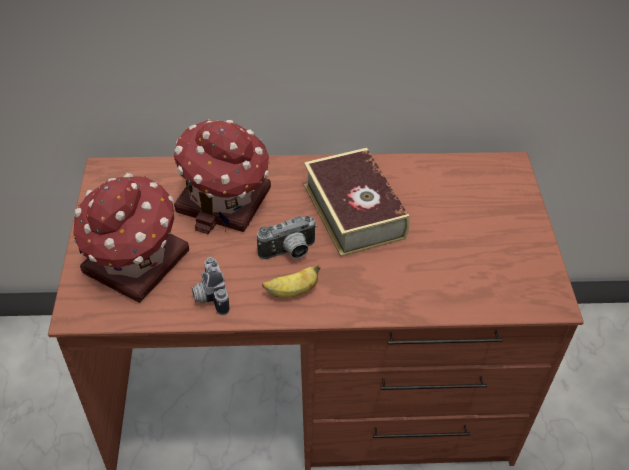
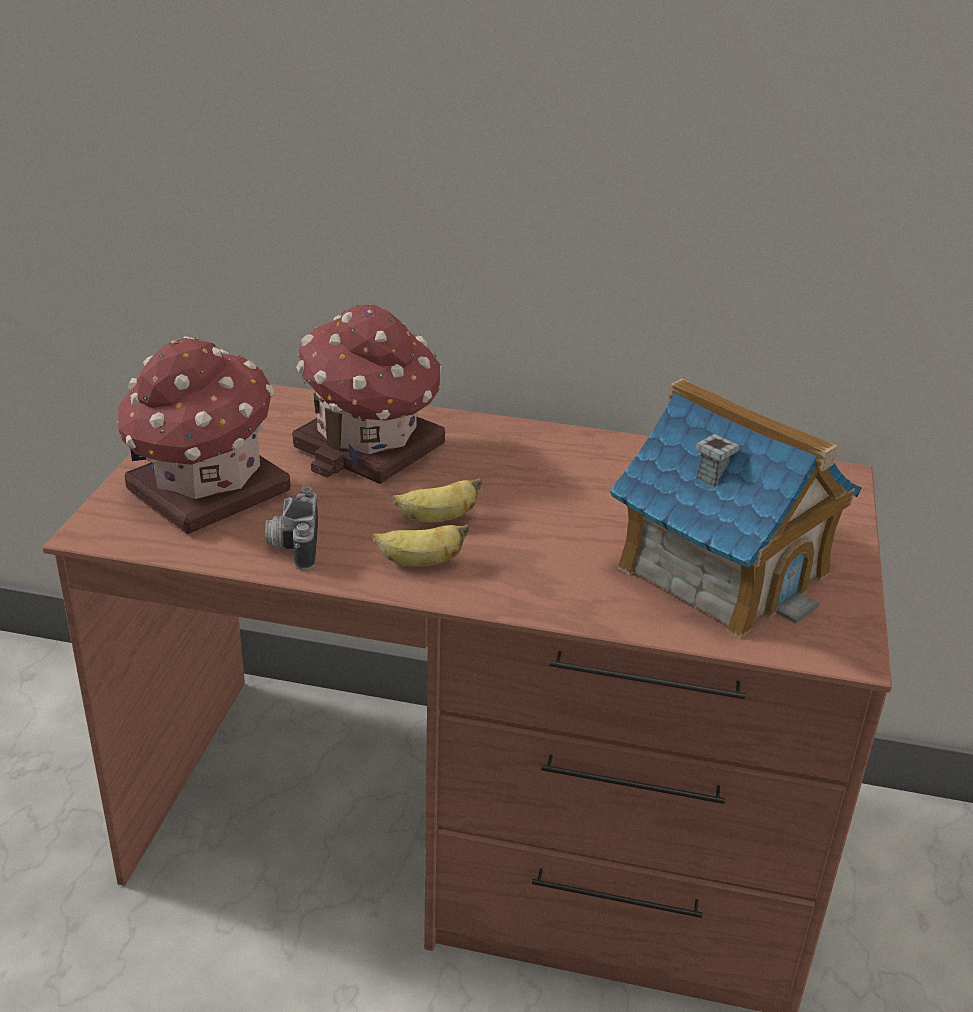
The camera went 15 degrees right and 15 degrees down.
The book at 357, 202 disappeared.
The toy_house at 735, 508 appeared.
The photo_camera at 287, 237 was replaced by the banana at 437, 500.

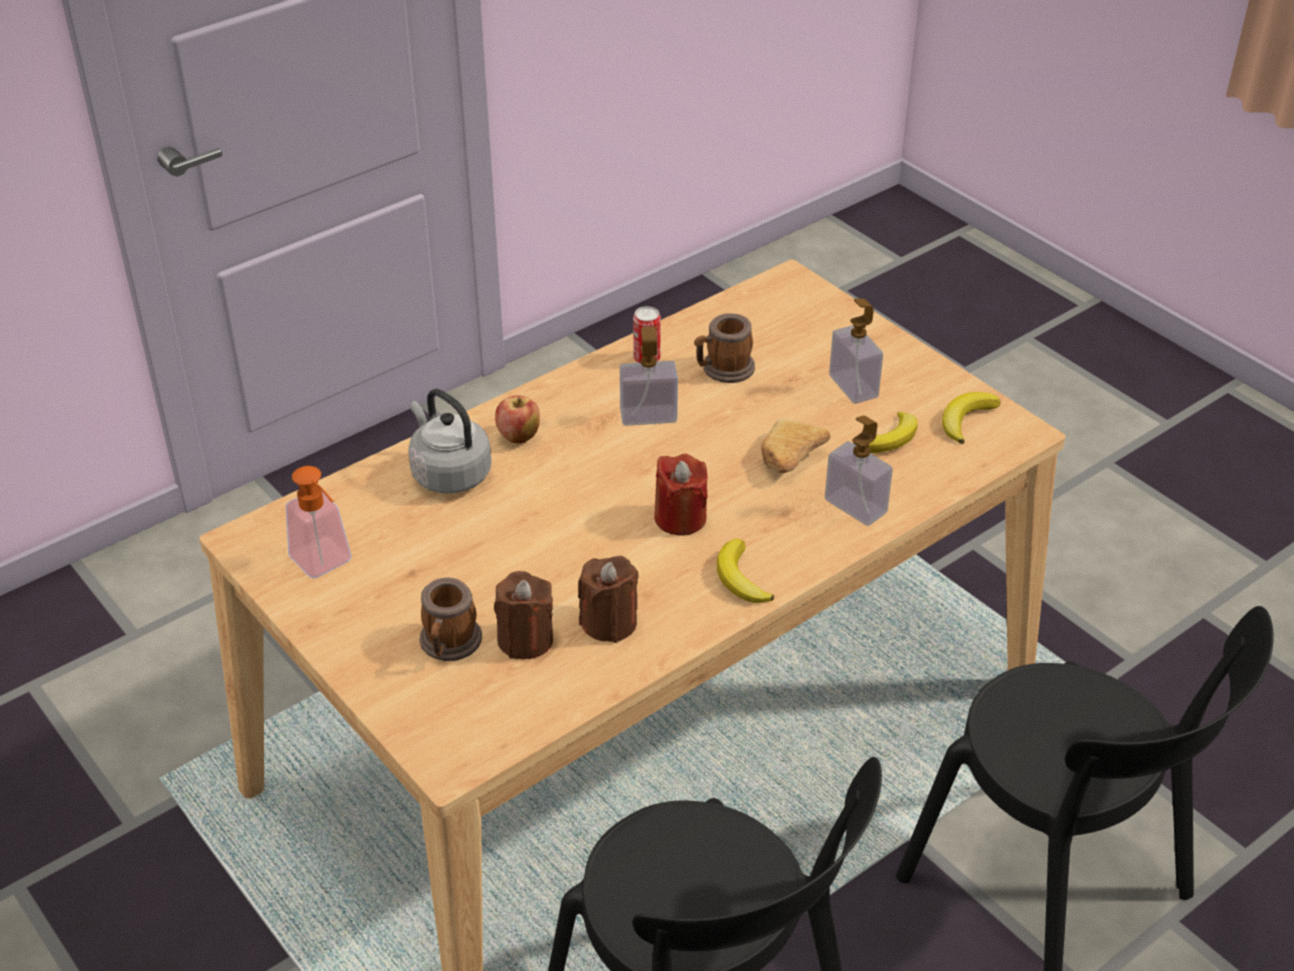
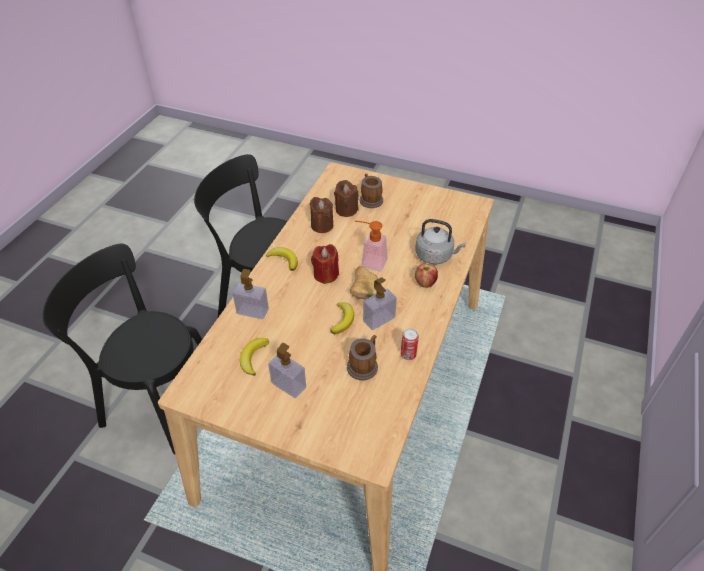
The camera went 150 degrees right and 5 degrees up.
The soap_dispenser moved from 319, 522 to 371, 246.
The bread moved from 795, 446 to 364, 283.
The banana moved from 971, 418 to 342, 318.

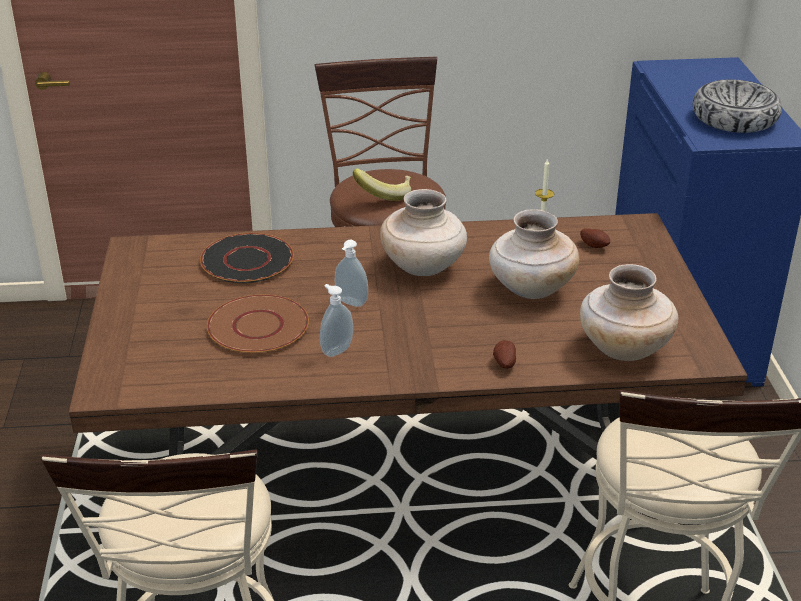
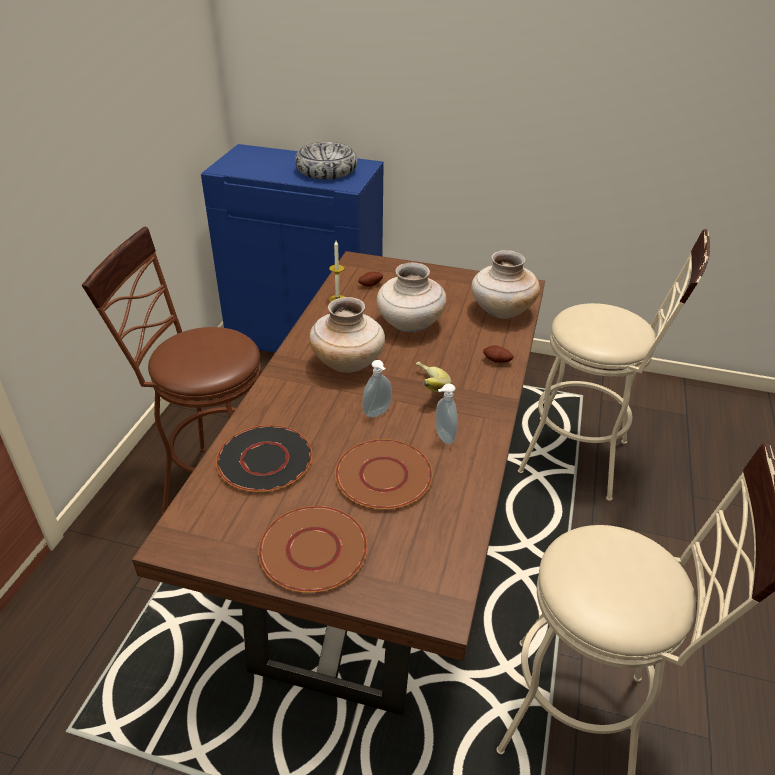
The camera went 70 degrees left and 5 degrees up.
The brown_plate at 312, 549 appeared.
The banana moved from 382, 184 to 434, 377.

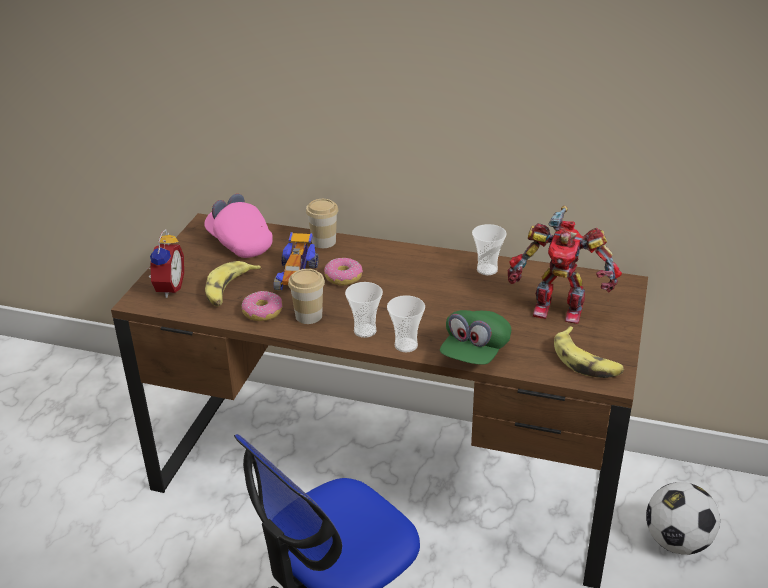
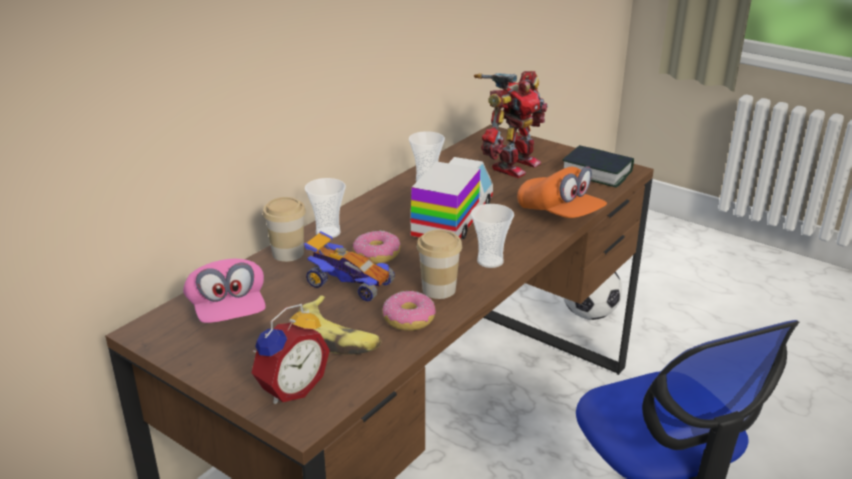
The camera went 70 degrees left and 5 degrees down.
The toy_truck at 451, 198 appeared.
The cup moved from 406, 323 to 325, 208.
The banana at 589, 352 was replaced by the book at 598, 166.
The green_cap at 475, 337 became the orange_cap at 562, 192.
The alarm_clock at 164, 263 turned 105 degrees clockwise.
The pink_cap at 238, 226 turned 90 degrees counterclockwise.

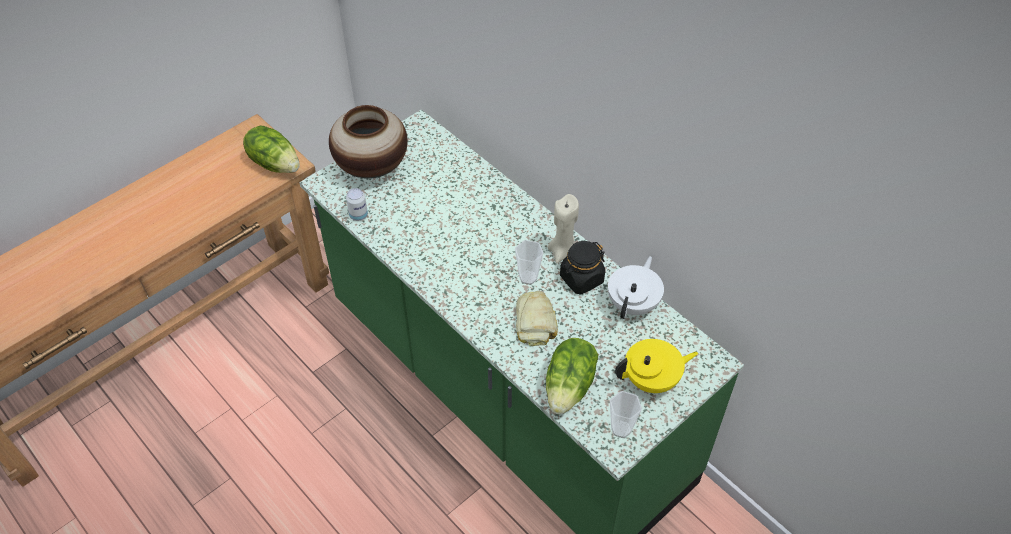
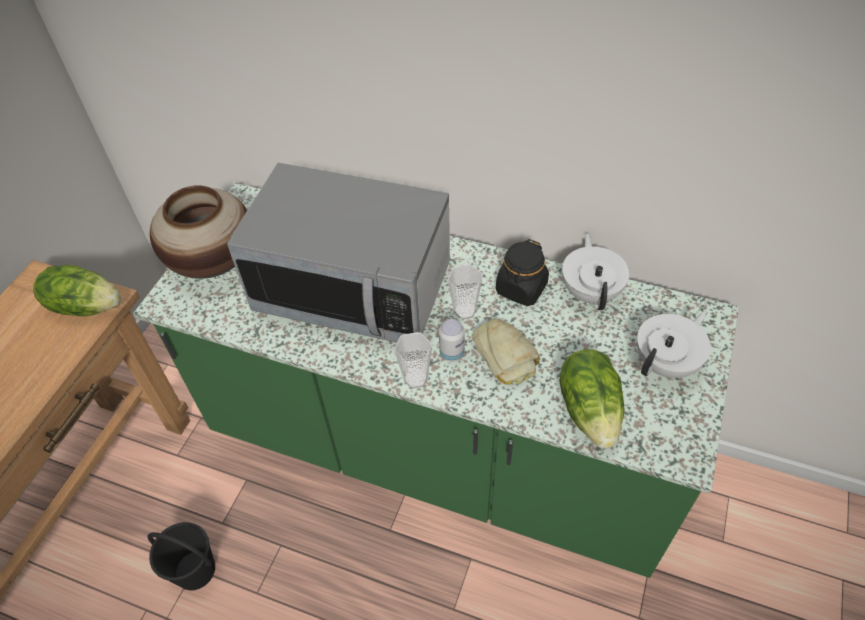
The camera went 25 degrees left and 0 degrees up.
The beige_candle at 563, 228 disappeared.
The black_bucket at 181, 556 appeared.
The microwave at 338, 252 appeared.
The can moved from 357, 204 to 452, 340.
The cup moved from 626, 414 to 413, 360.
The yellow_teapot at 656, 366 became the white_teapot at 674, 344.

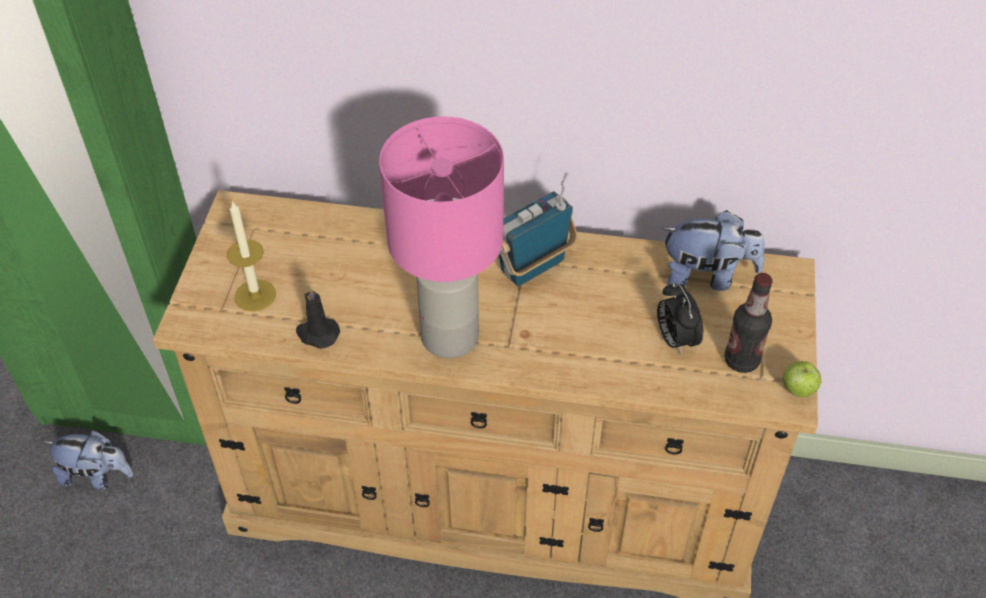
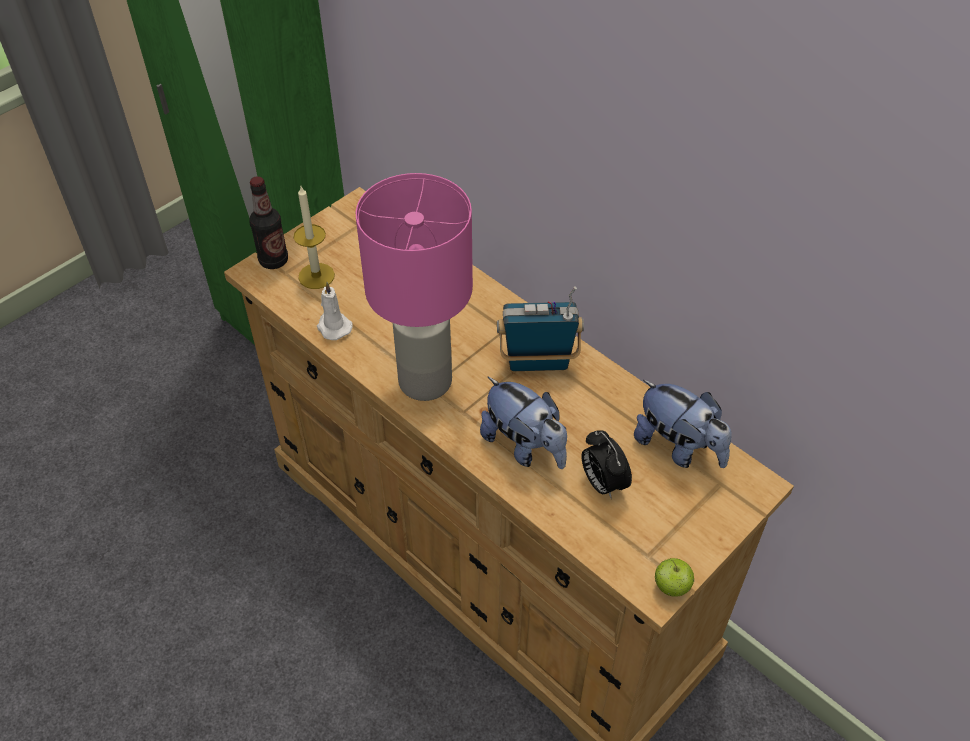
The camera went 35 degrees right and 0 degrees up.
The plush_toy moved from 88, 460 to 523, 423.
The bottle moved from 748, 323 to 268, 222.
The black_candle at 318, 317 became the white_candle at 334, 311.
The alarm_clock at 680, 319 turned 45 degrees counterclockwise.

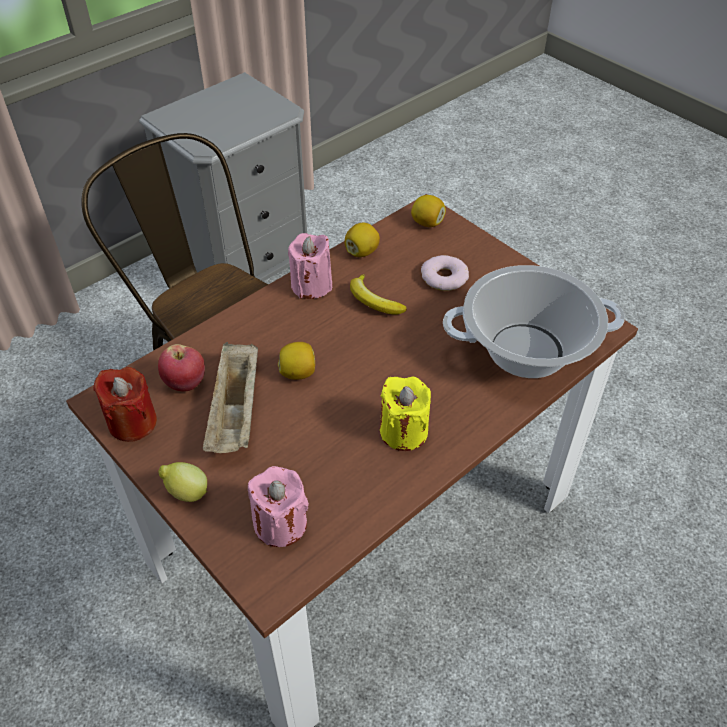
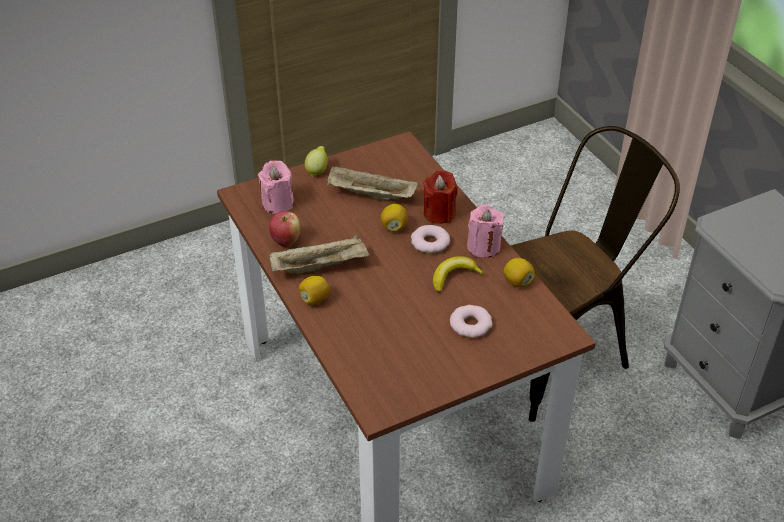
The camera went 105 degrees right and 5 degrees down.
The cooking_pot at 534, 321 disappeared.
The donut at 430, 239 appeared.
The red_candle moved from 125, 404 to 440, 197.
The apple moved from 181, 368 to 285, 229.
The lemon moved from 428, 211 to 314, 290.
The yellow_candle at 405, 414 was replaced by the beige_tray at 319, 255.

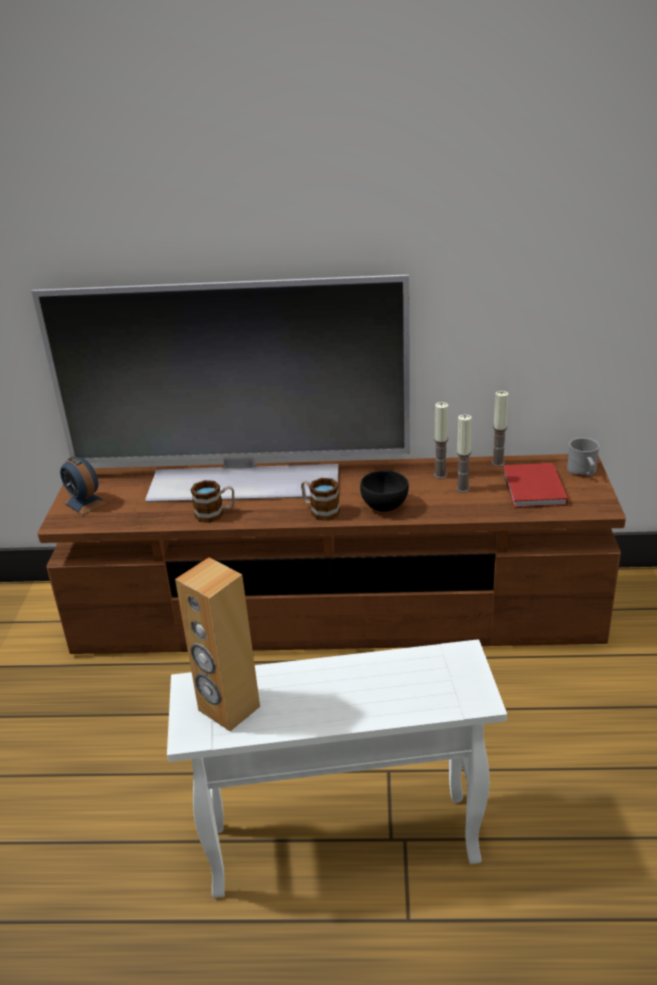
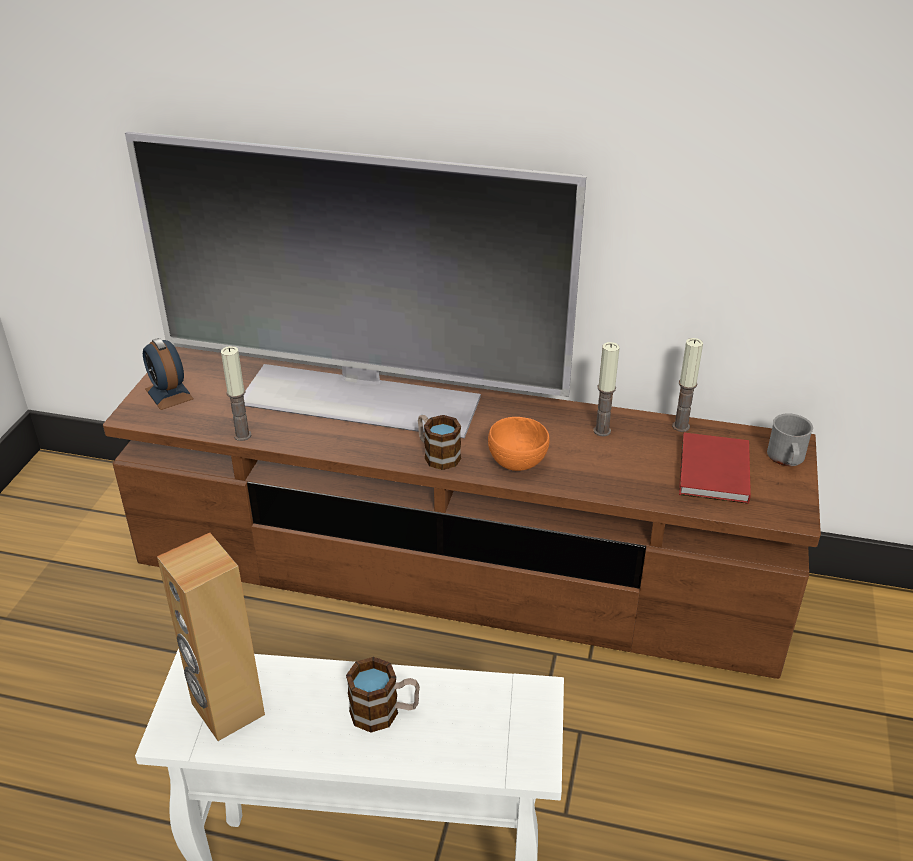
The camera went 10 degrees right and 5 degrees up.
The mug moved from 212, 501 to 383, 694.
The candle moved from 464, 453 to 236, 393.
The black_bowl at 384, 491 became the orange_bowl at 519, 444.

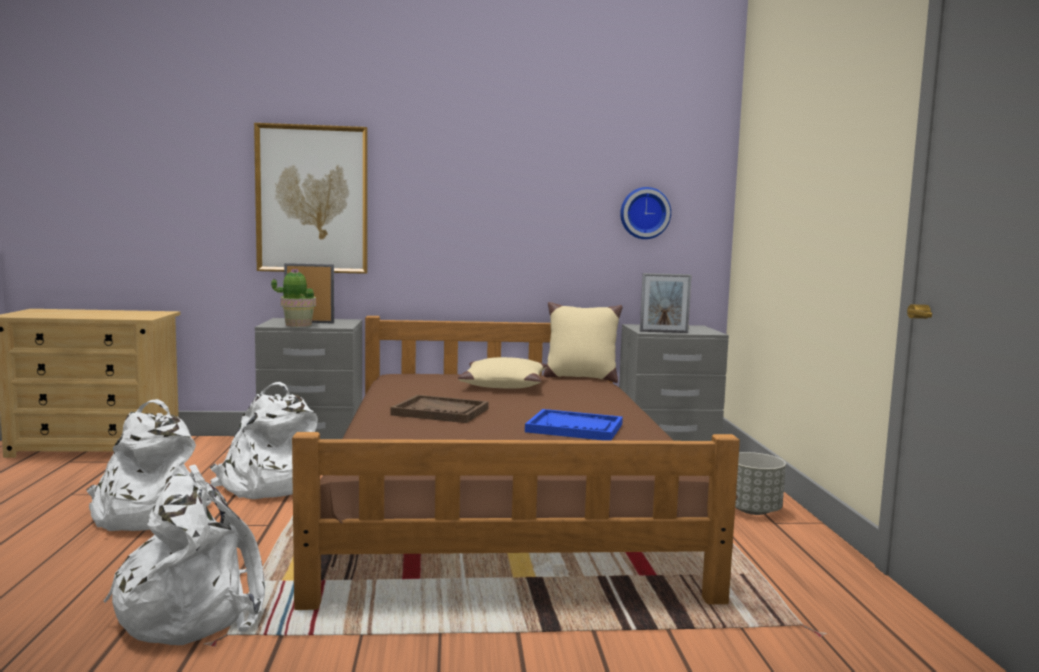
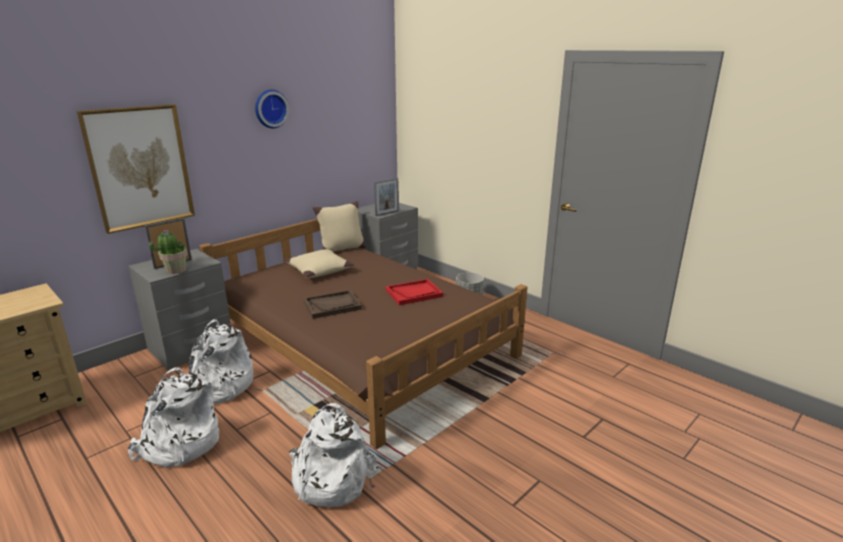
The camera went 40 degrees left and 15 degrees up.
The wall_clock moved from 645, 213 to 272, 108.
The blue_tray at 574, 425 became the red_tray at 414, 292.

